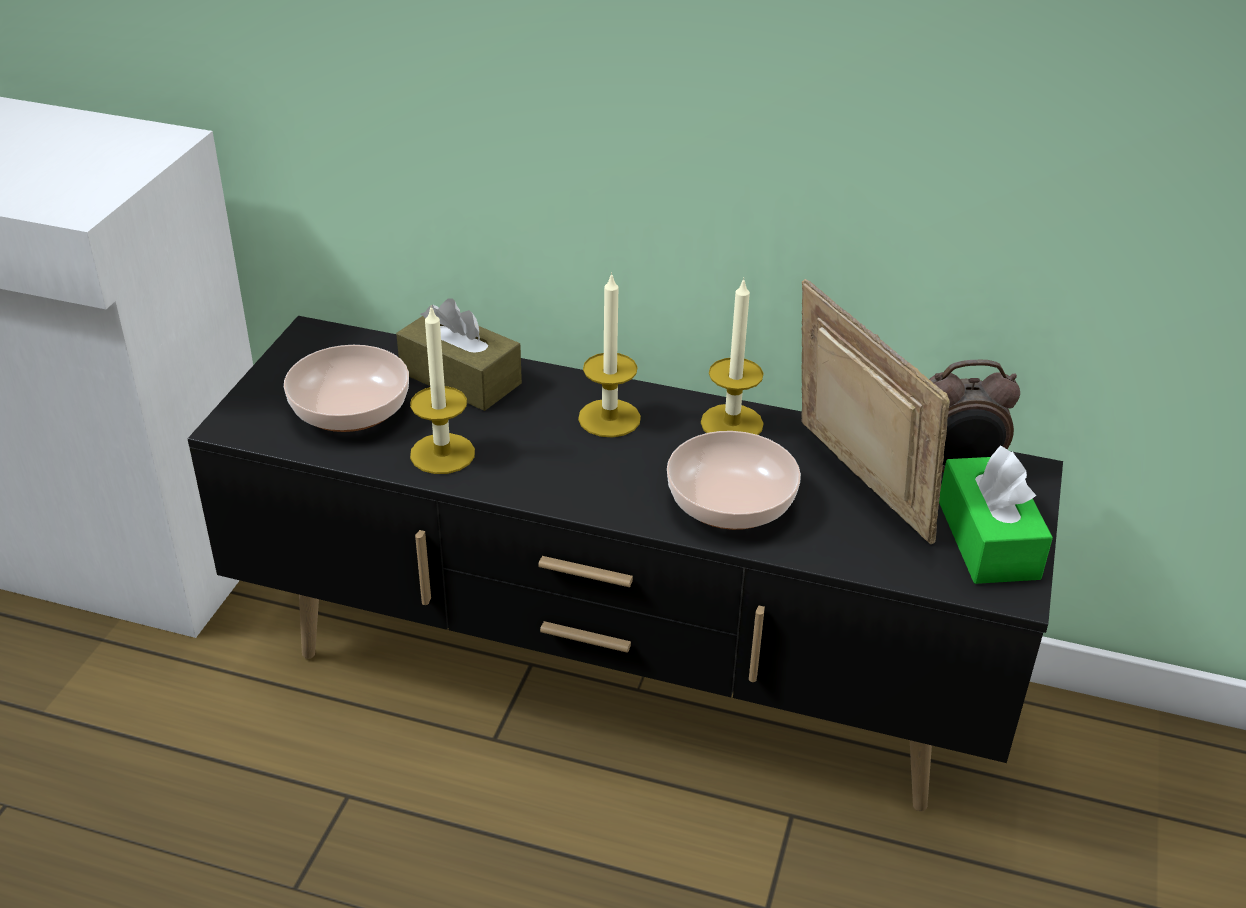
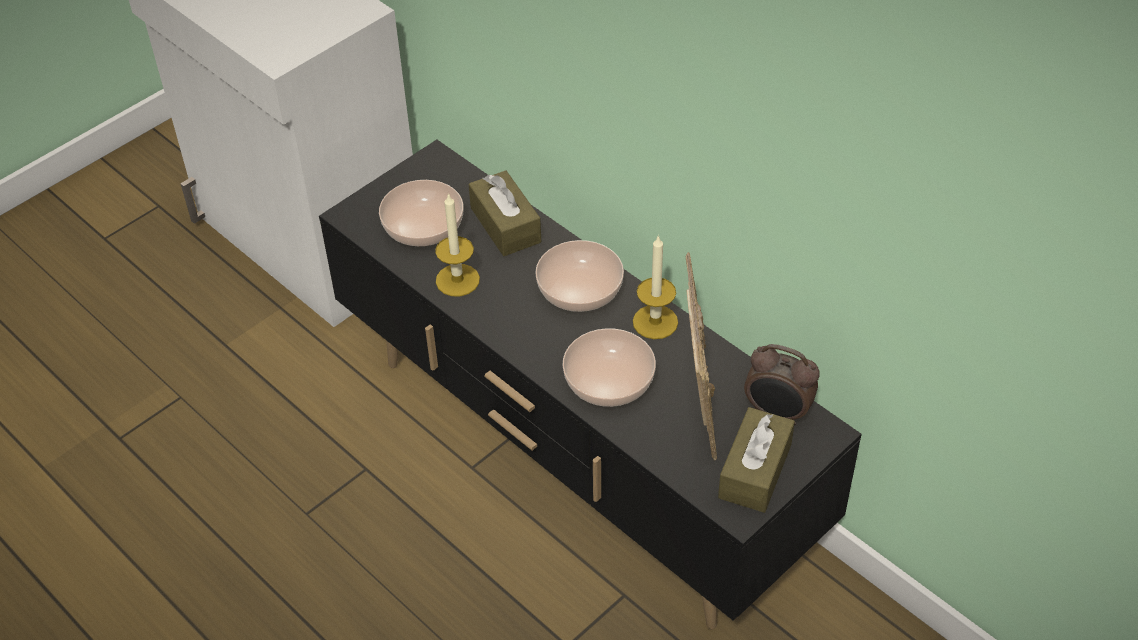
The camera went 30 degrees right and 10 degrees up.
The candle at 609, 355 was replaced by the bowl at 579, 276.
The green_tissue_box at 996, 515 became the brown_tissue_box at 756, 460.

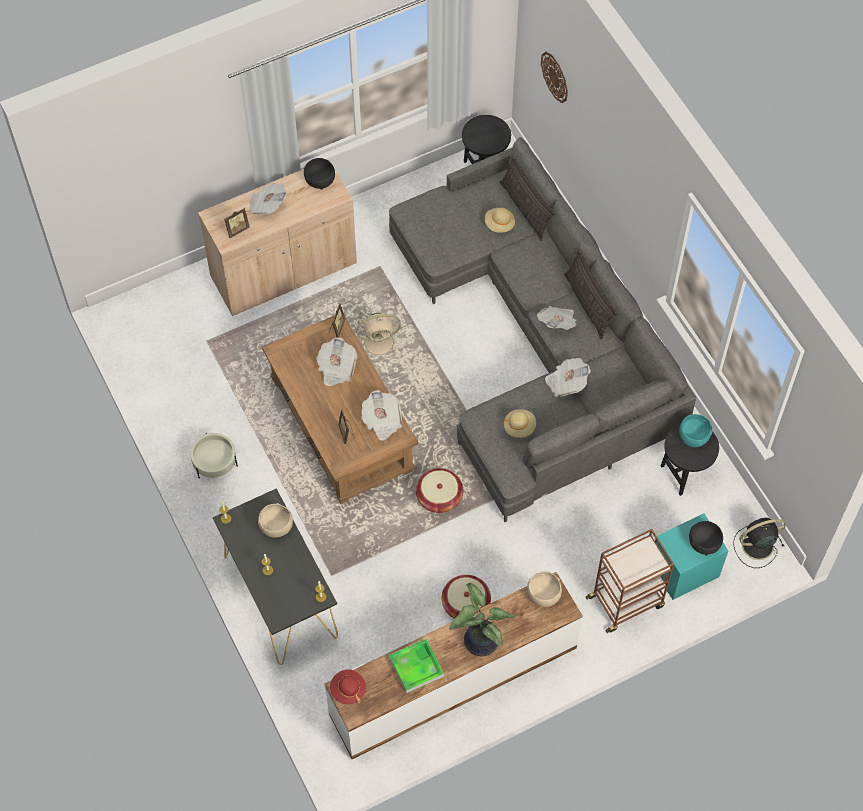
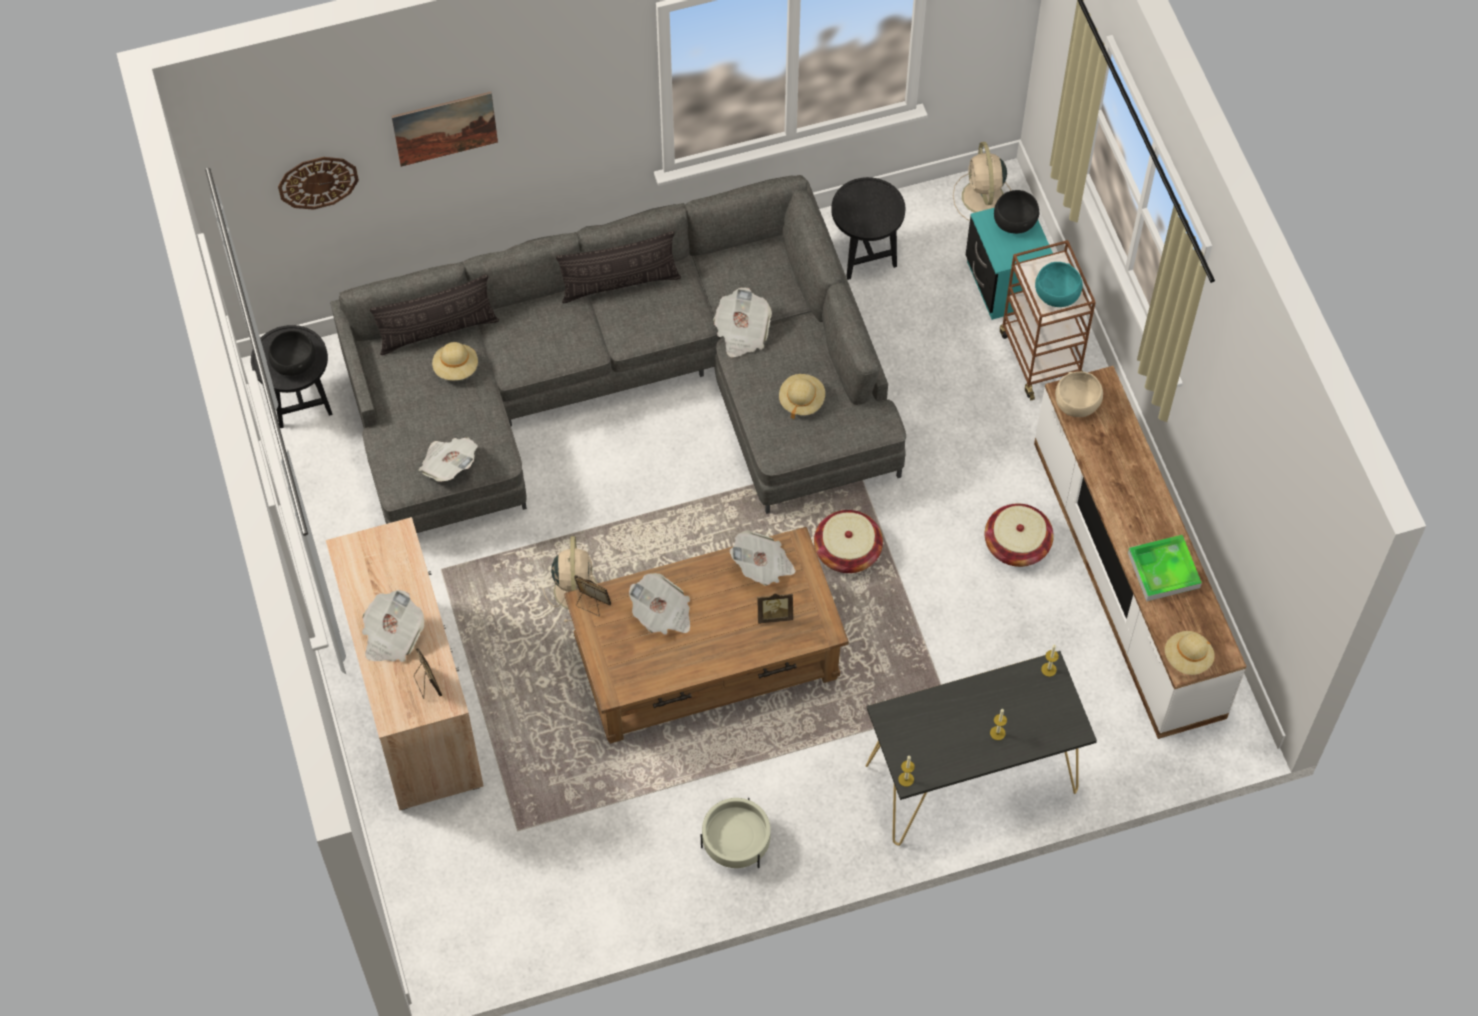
The camera went 80 degrees left and 0 degrees up.
The beige_bowl at 275, 520 disappeared.
The potted_plant at 482, 619 disappeared.
The picture at 444, 129 appeared.
The black_bowl moved from 319, 174 to 291, 353.
The newspaper moved from 557, 318 to 448, 459.
The turquoise_bowl moved from 695, 430 to 1059, 284.
The red_hat at 348, 687 became the beige_hat at 1190, 653.
The black_fan at 759, 543 became the beige_fan at 982, 181.

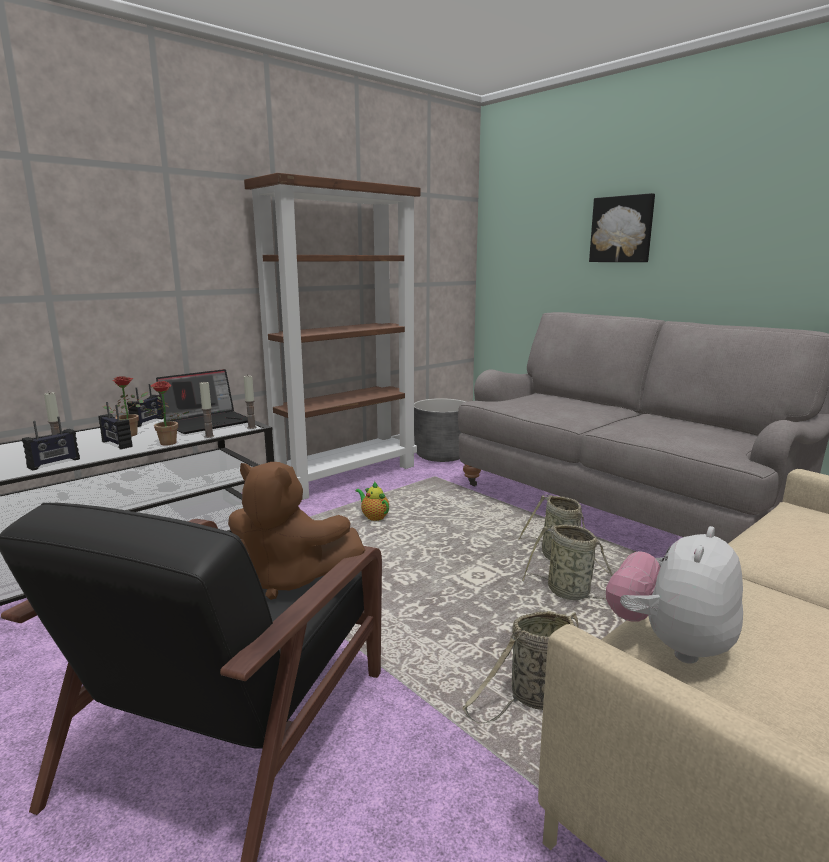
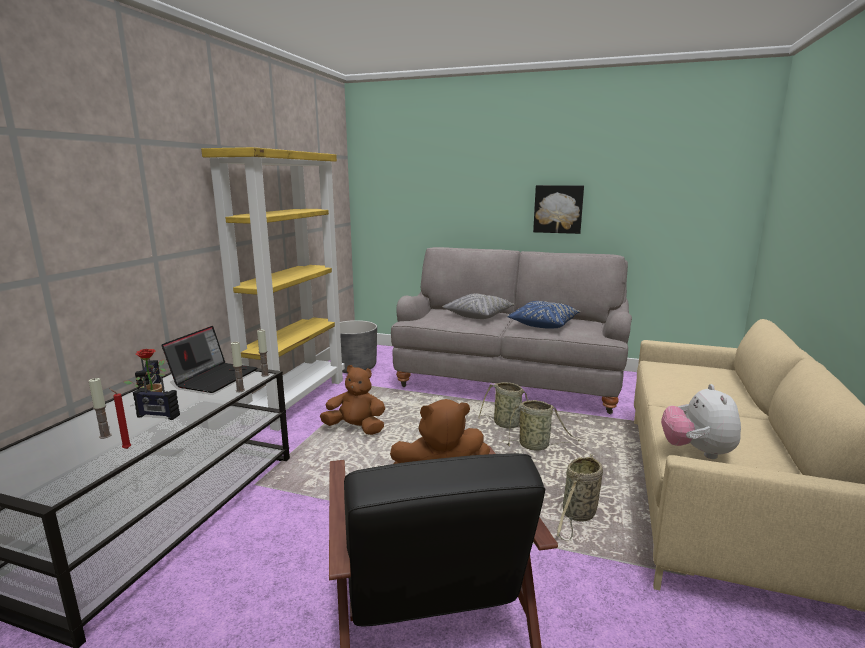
The camera went 30 degrees left and 0 degrees up.
The potted_plant at 167, 413 disappeared.
The grey_pillow at 479, 306 appeared.
The blue_pillow at 544, 315 appeared.
The picture moved from 622, 227 to 558, 209.
The radio at 51, 443 was replaced by the red_candle at 120, 418.
The teapot at 372, 501 was replaced by the brown_plush_toy at 352, 400.
The brown_bookcase at 332, 336 became the yellow_bookcase at 273, 289.

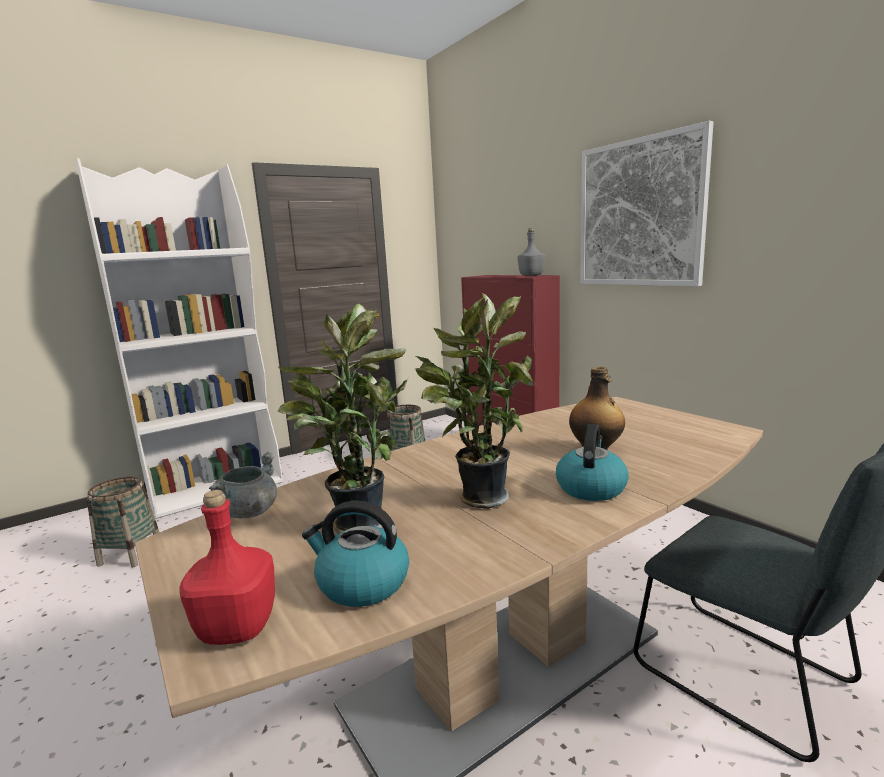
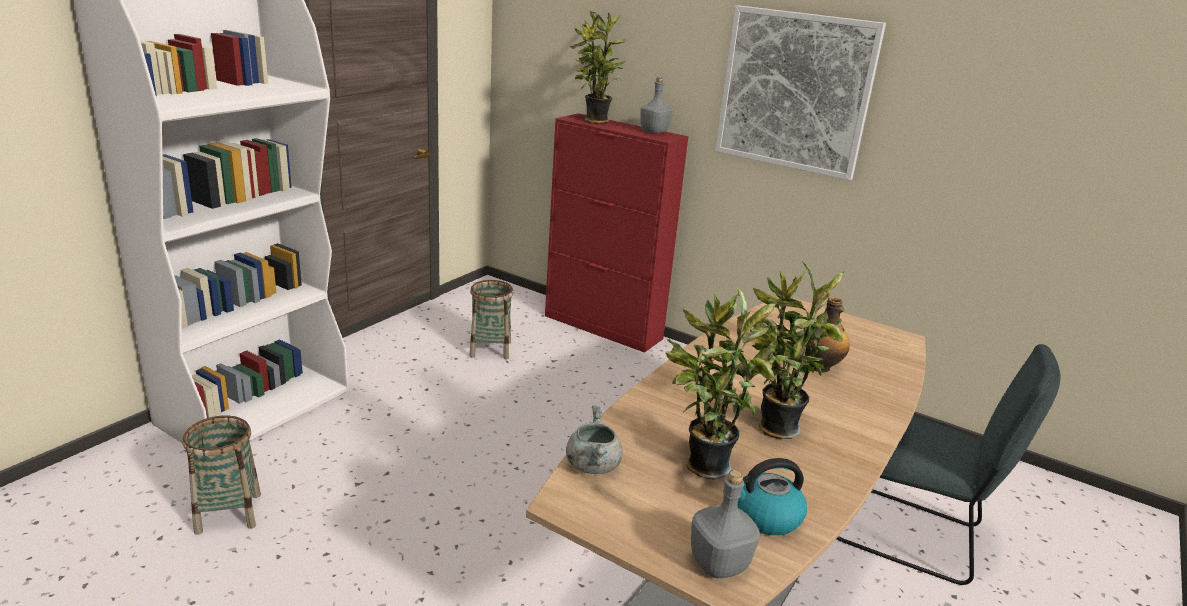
The camera went 25 degrees left and 10 degrees up.
The kettle at 592, 462 disappeared.
The potted_plant at 598, 67 appeared.
The red_bottle at 227, 567 became the grey_bottle at 725, 524.

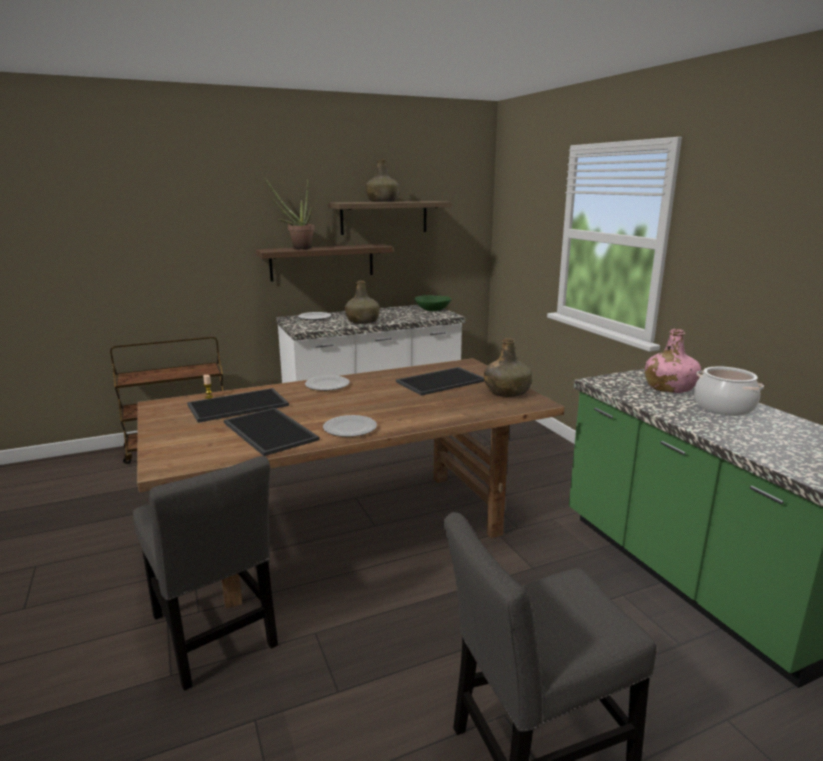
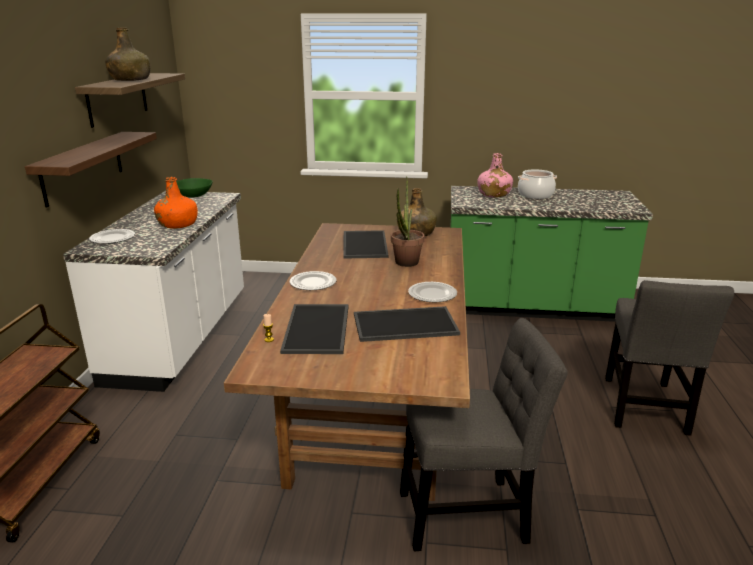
The camera went 60 degrees left and 5 degrees up.
The potted_plant moved from 289, 213 to 407, 221.
The green_bottle at 362, 302 became the orange_bottle at 176, 202.

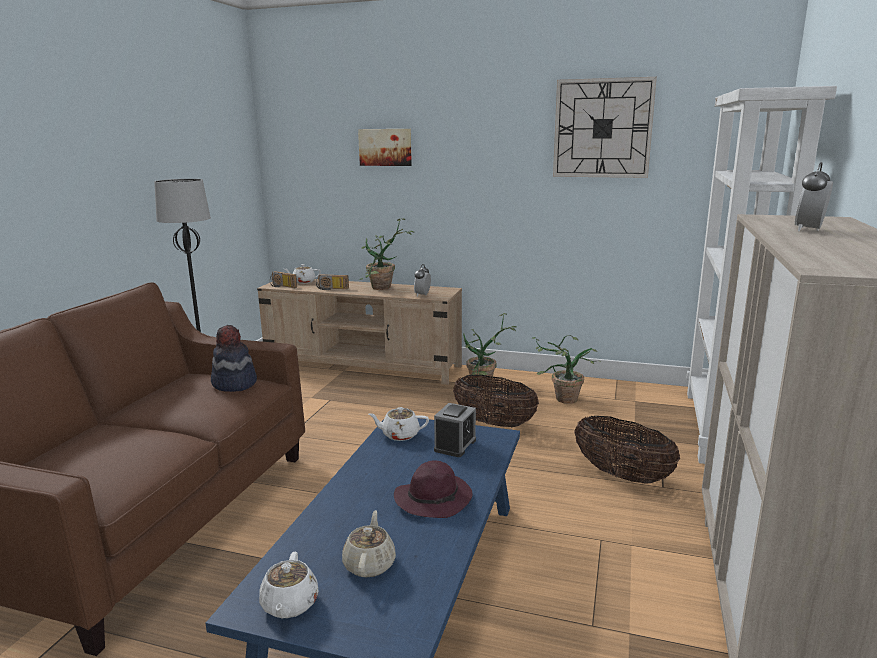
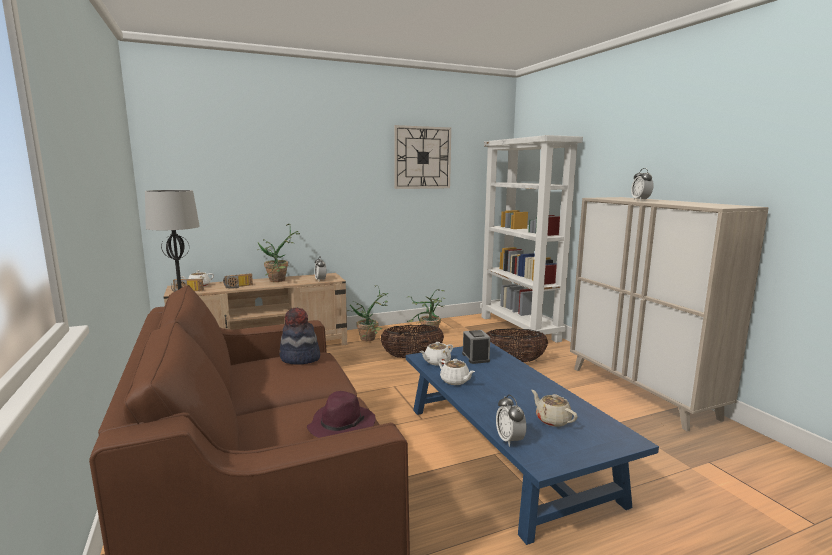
The camera went 40 degrees left and 5 degrees down.
The picture at 385, 147 disappeared.
The alarm_clock at 511, 421 appeared.
The white_teapot moved from 289, 585 to 457, 372.
The purple_hat moved from 433, 489 to 341, 414.

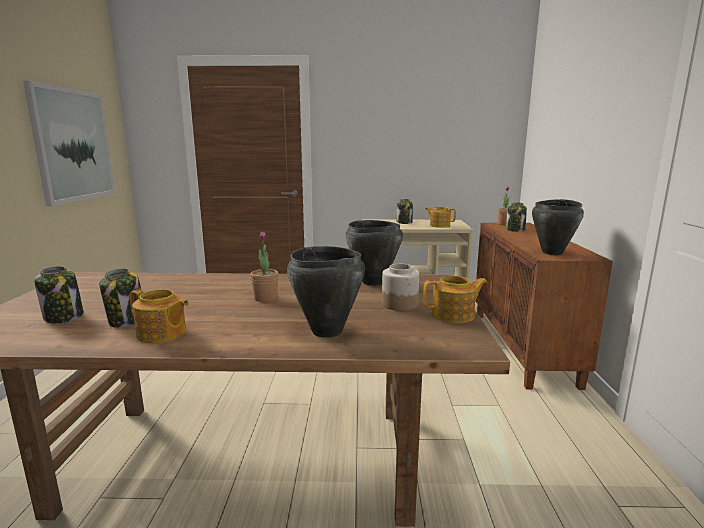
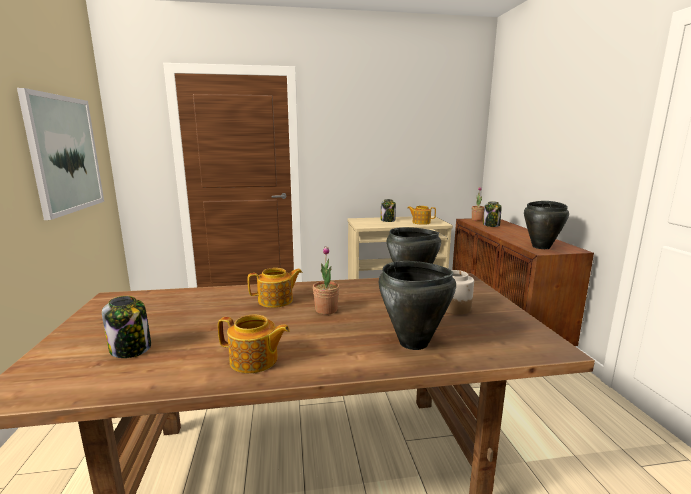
The camera went 10 degrees left and 0 degrees up.
The jar at 120, 298 disappeared.
The teapot moved from 455, 299 to 275, 288.

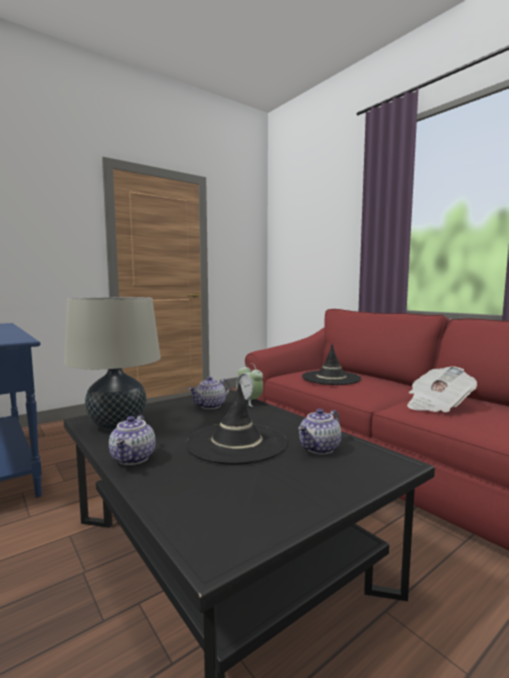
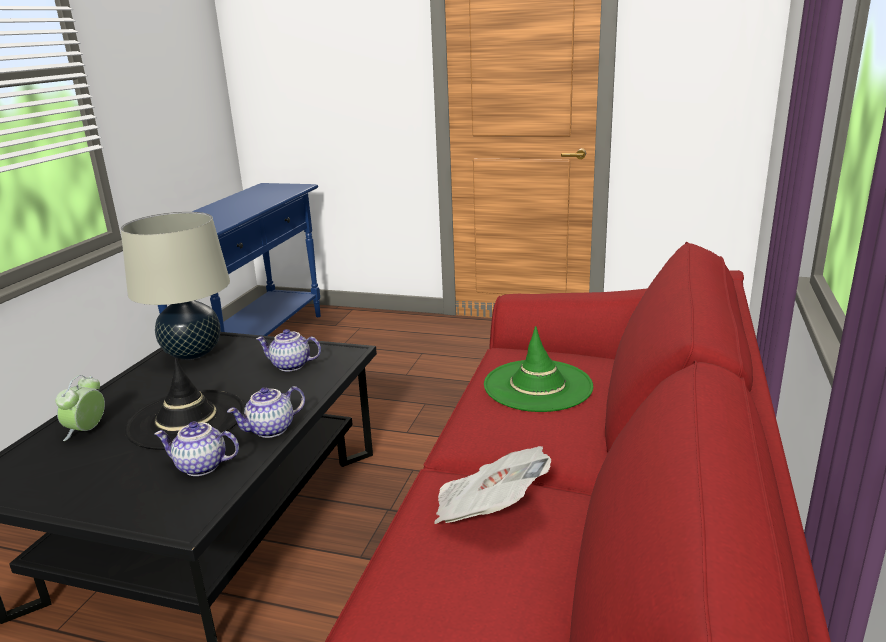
The camera went 55 degrees right and 15 degrees up.
The teapot moved from 132, 440 to 266, 412.
The alarm_clock moved from 249, 385 to 80, 408.
The black_hat at 331, 364 became the green_hat at 538, 369.

